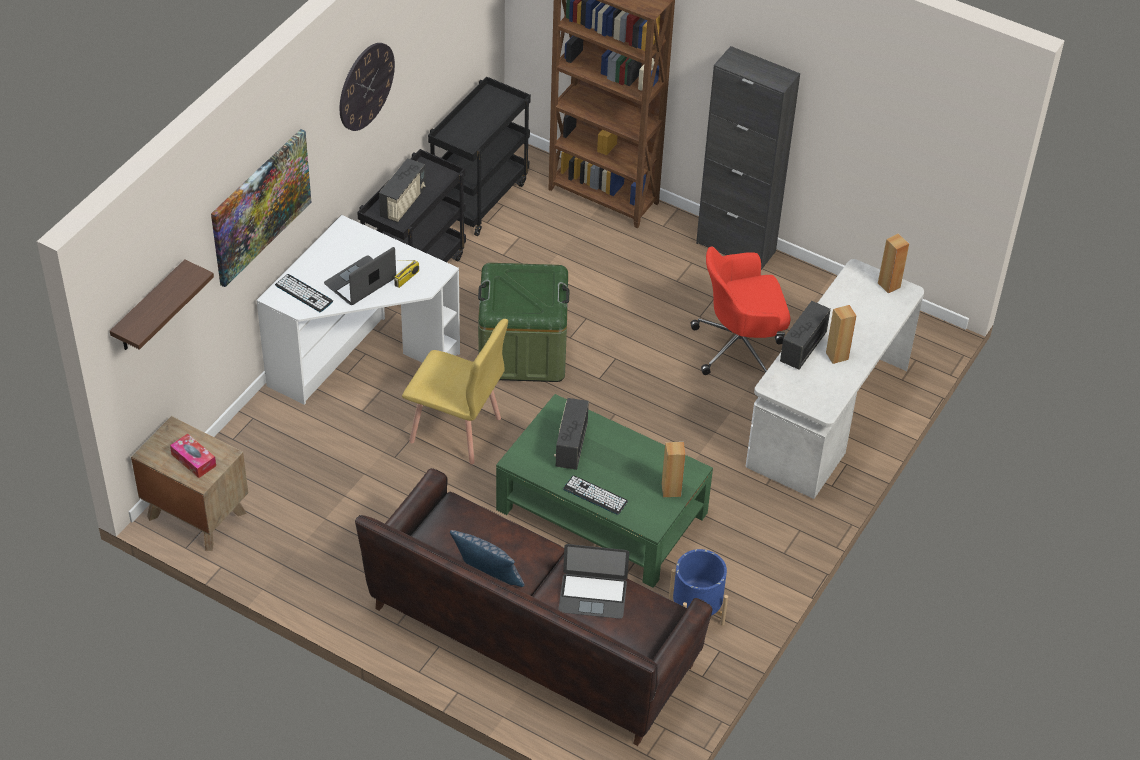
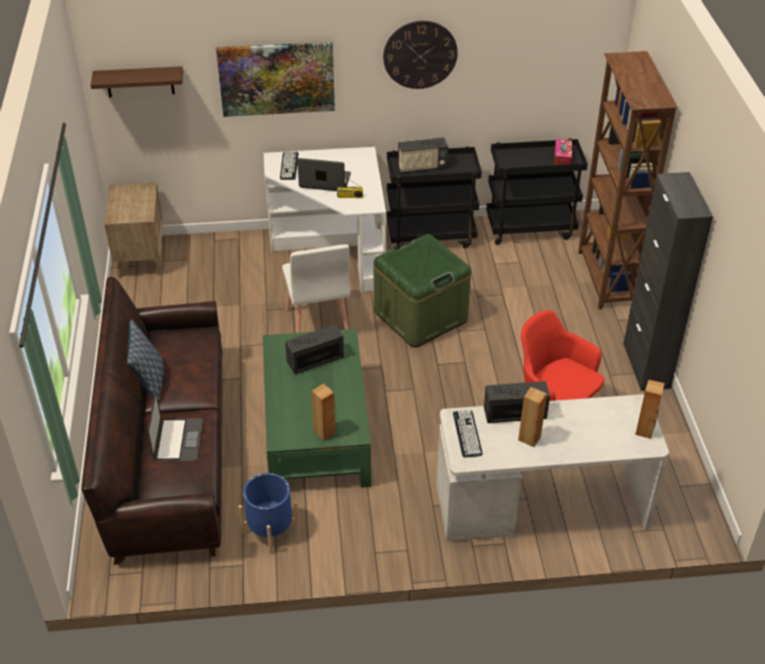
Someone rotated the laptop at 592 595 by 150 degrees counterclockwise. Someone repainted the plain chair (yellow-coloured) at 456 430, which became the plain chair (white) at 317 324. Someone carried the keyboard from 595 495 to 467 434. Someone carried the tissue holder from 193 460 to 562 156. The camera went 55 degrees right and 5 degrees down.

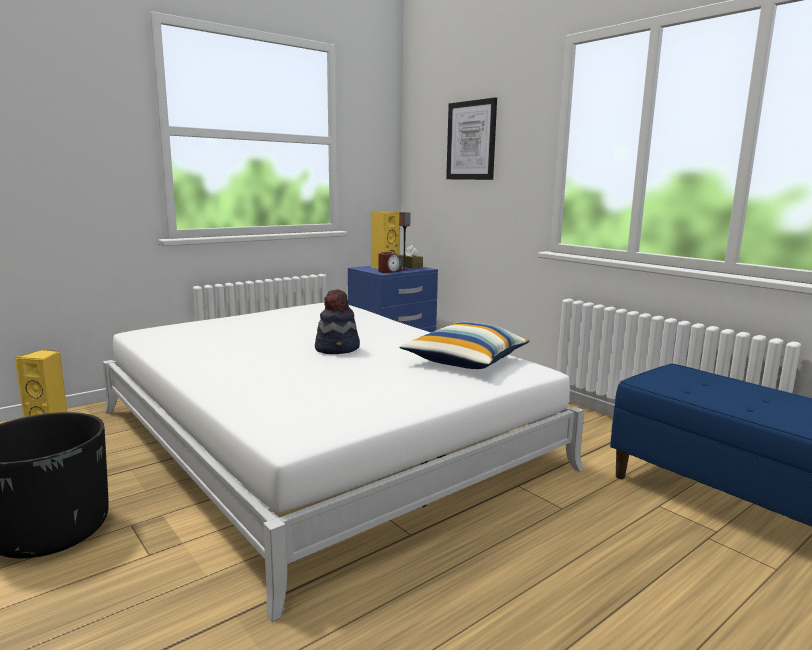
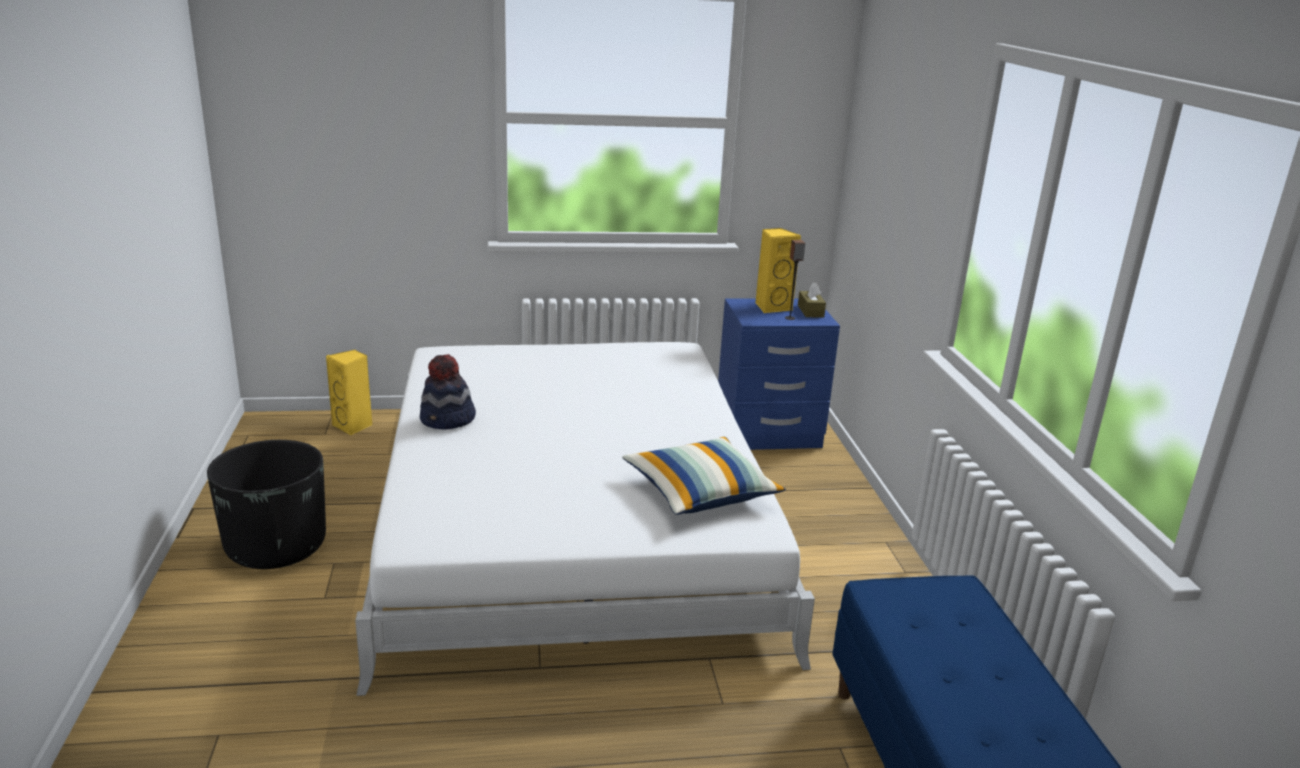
Someone carried the wearable hat from 338 349 to 447 420. Someone took away the alarm clock at 389 271. Someone took away the wall art at 471 140. The camera went 30 degrees right and 10 degrees up.

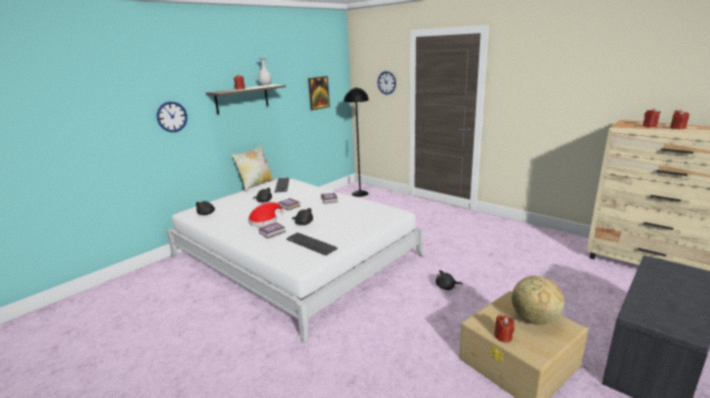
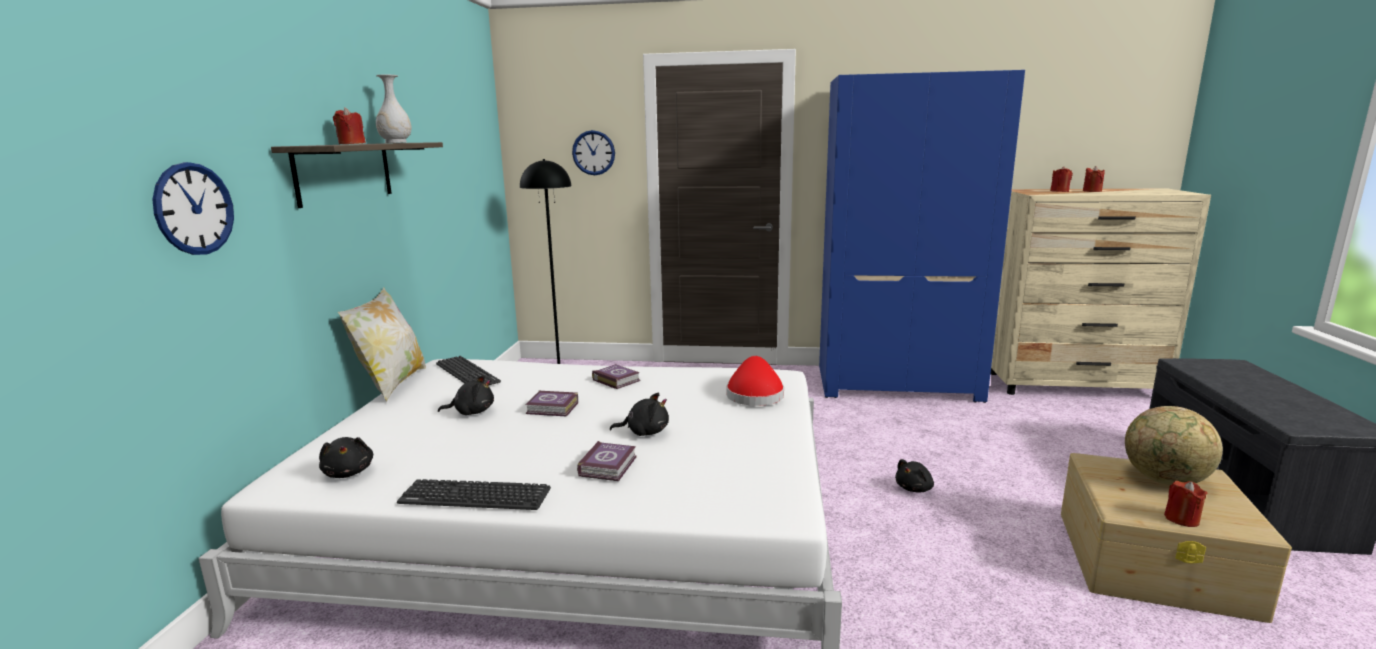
Someone carried the keyboard from 311 244 to 475 496. Someone carried the wearable hat (red) from 265 220 to 754 394. Someone put down the wardrobe (blue-coloured) at 898 383. Someone took away the wall art at 318 93. The camera went 35 degrees left and 5 degrees down.

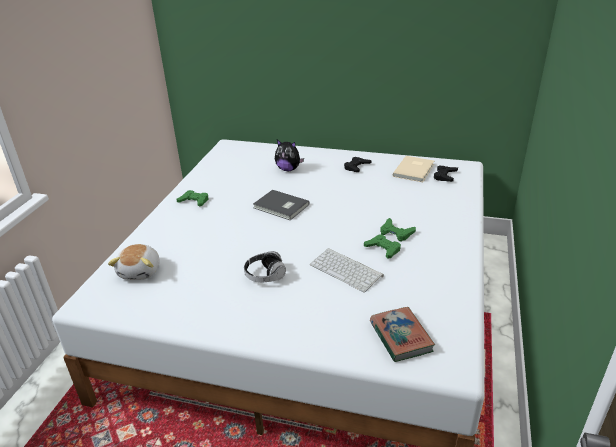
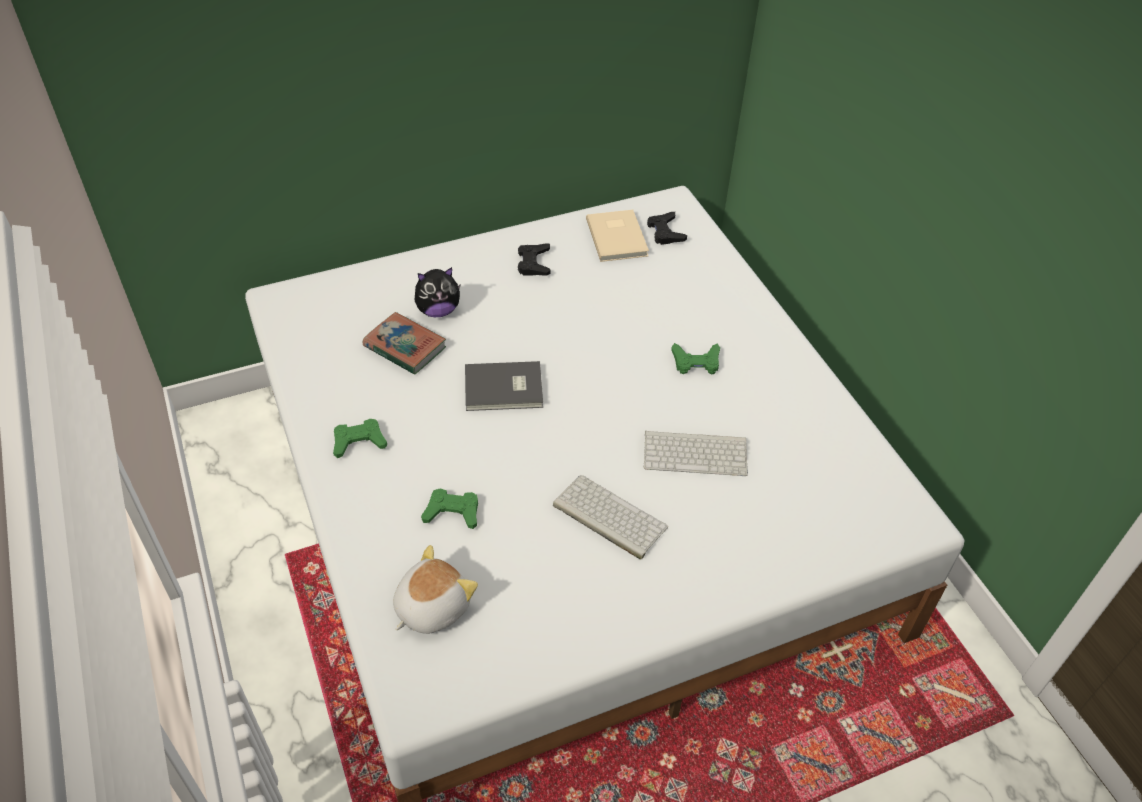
Someone carried the book from 400 337 to 405 347. Someone rotated the plush toy at 141 271 by 105 degrees counterclockwise. Someone carried the game controller (green) from 383 249 to 452 512. Someone swapped the pair of headphones at 265 275 for the keyboard at 607 517. The camera went 40 degrees left and 15 degrees up.

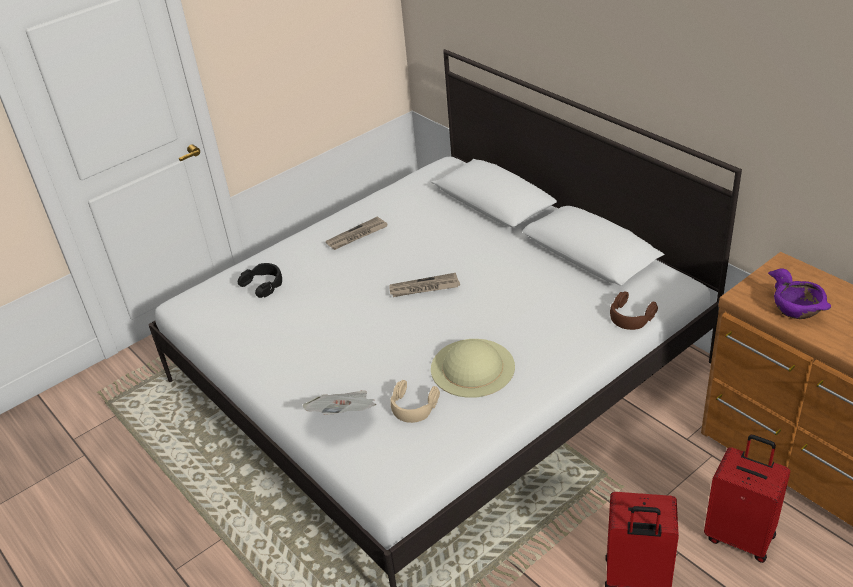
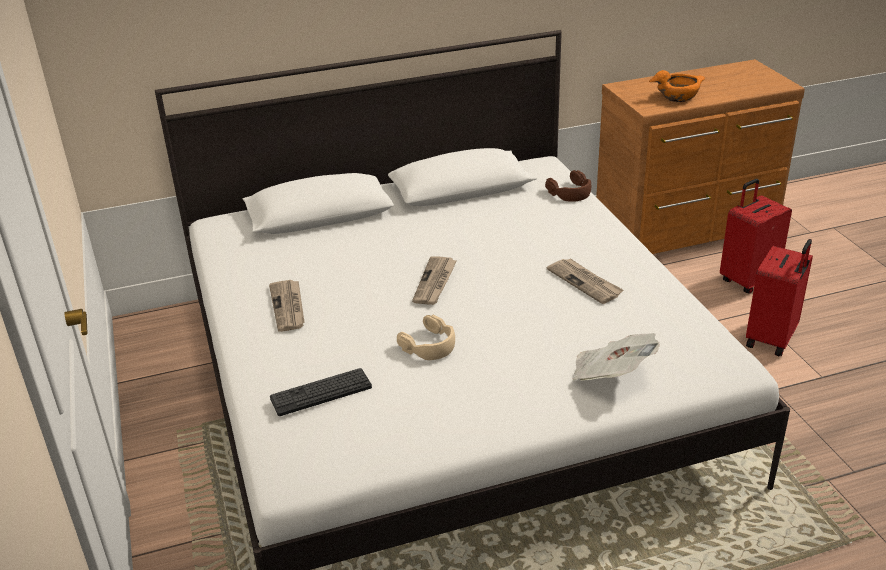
Someone swapped the pair of headphones (black) at 263 284 for the keyboard at 321 393. Someone carried the pair of headphones (beige-coloured) from 413 406 to 429 345. Someone swapped the wearable hat (beige-coloured) at 472 367 for the daily paper at 585 282. Someone repainted the bowl (purple-coloured) at 797 309, which became the bowl (orange) at 678 96. The camera went 70 degrees left and 5 degrees down.

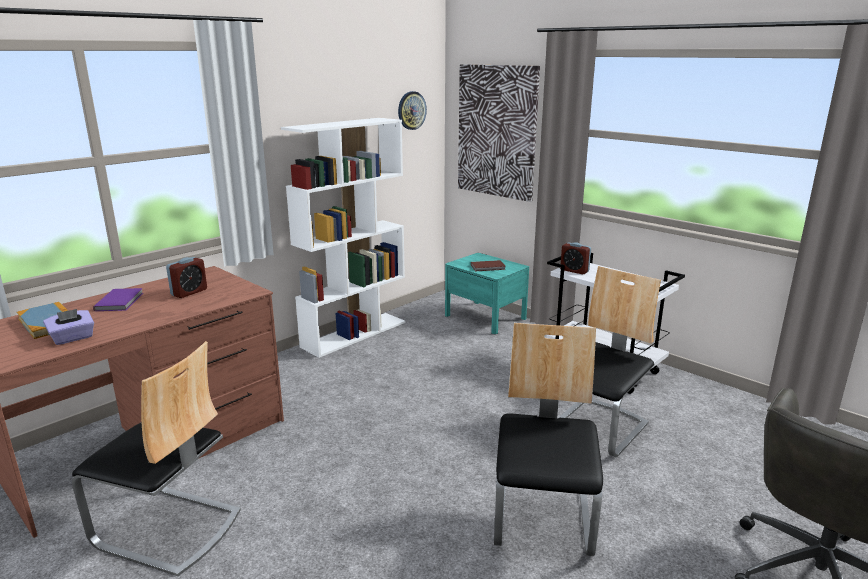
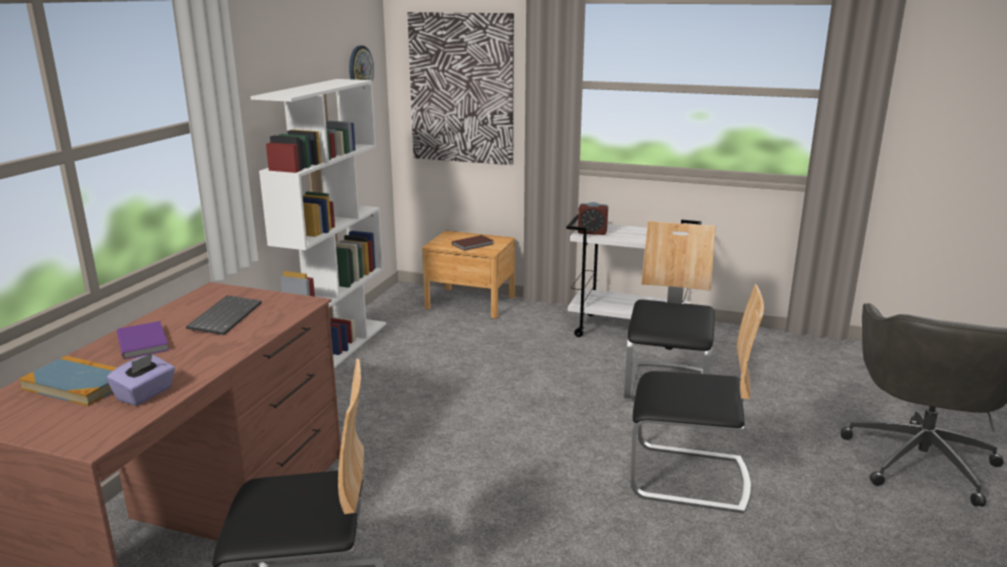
Someone swapped the alarm clock at 189 292 for the keyboard at 225 316. Someone repainted the bedside table (blue-green) at 485 317, which became the bedside table (brownish) at 470 303. Someone rotated the plain chair at 543 518 by 120 degrees clockwise. The camera went 25 degrees left and 0 degrees up.

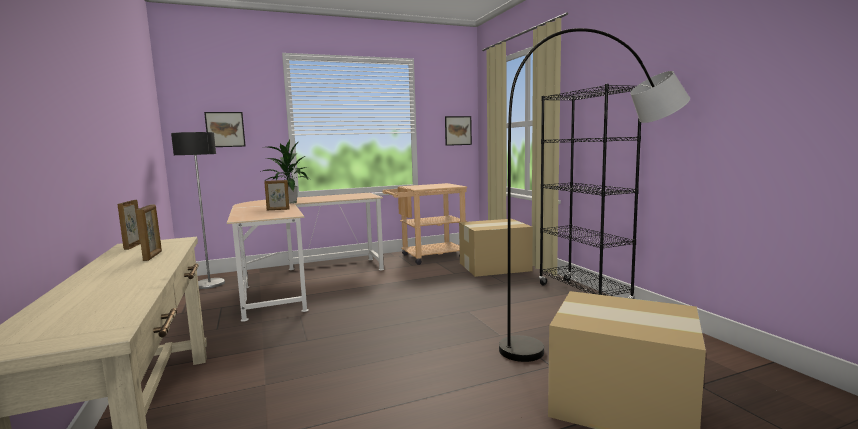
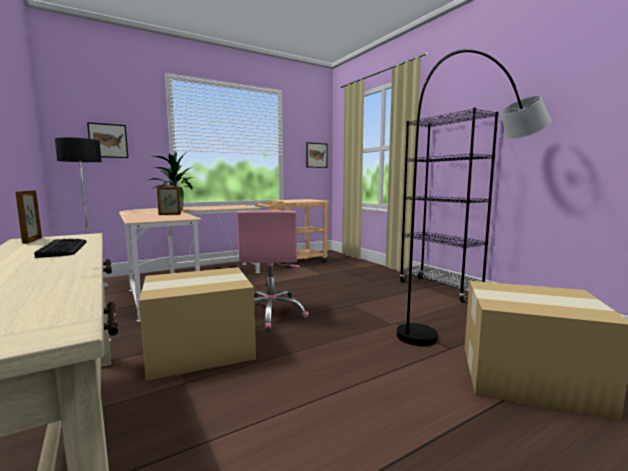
Someone swapped the standing frame at 153 256 for the keyboard at 63 248. Someone carried the cardboard box from 495 267 to 202 349. Someone put down the computer chair (pinkish) at 271 313. The camera went 10 degrees left and 0 degrees up.

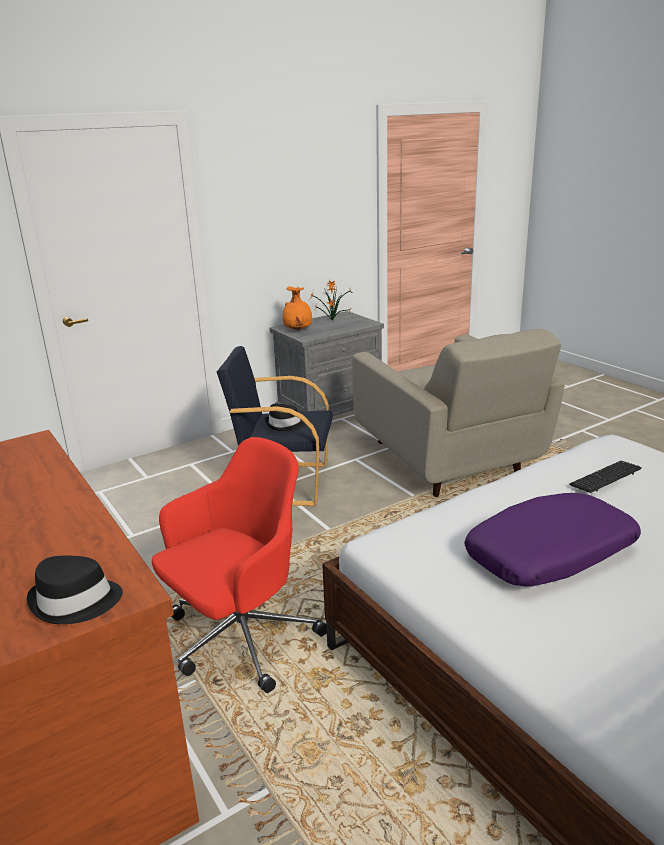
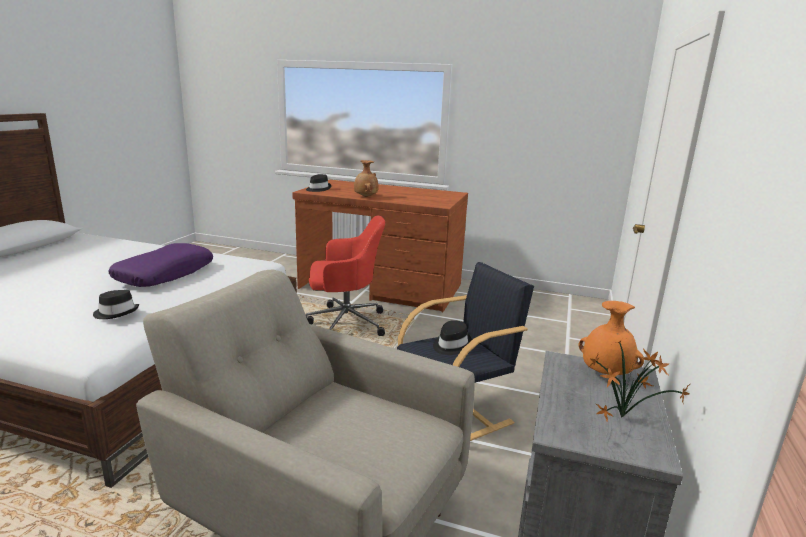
Someone swapped the keyboard at 605 478 for the wearable hat (black) at 116 312. Someone rotated the computer chair (red) at 240 638 by 105 degrees counterclockwise. Someone put down the flower vase (brownish) at 365 196. The camera went 140 degrees right and 5 degrees down.

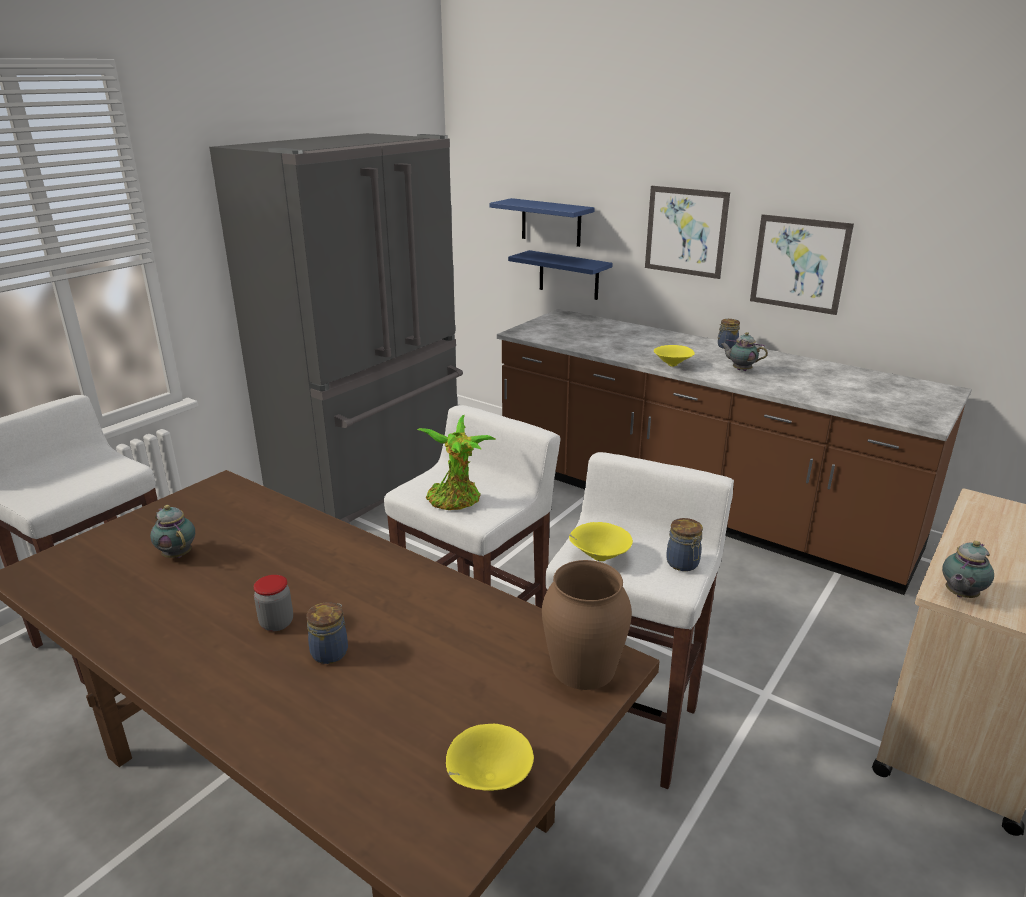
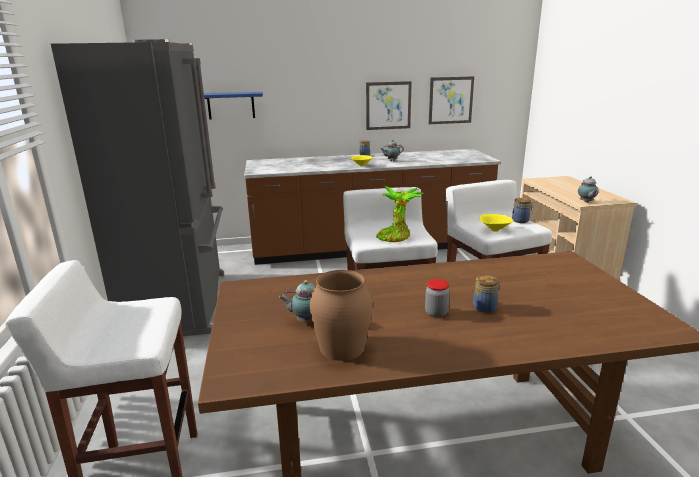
Someone carried the flower vase (brownish) from 583 667 to 342 347. Someone carried the wall art from 685 231 to 450 100. Someone took away the bowl (yellow-coloured) at 488 779. Someone took away the shelf (blue-coloured) at 568 275. The camera went 45 degrees left and 5 degrees down.

